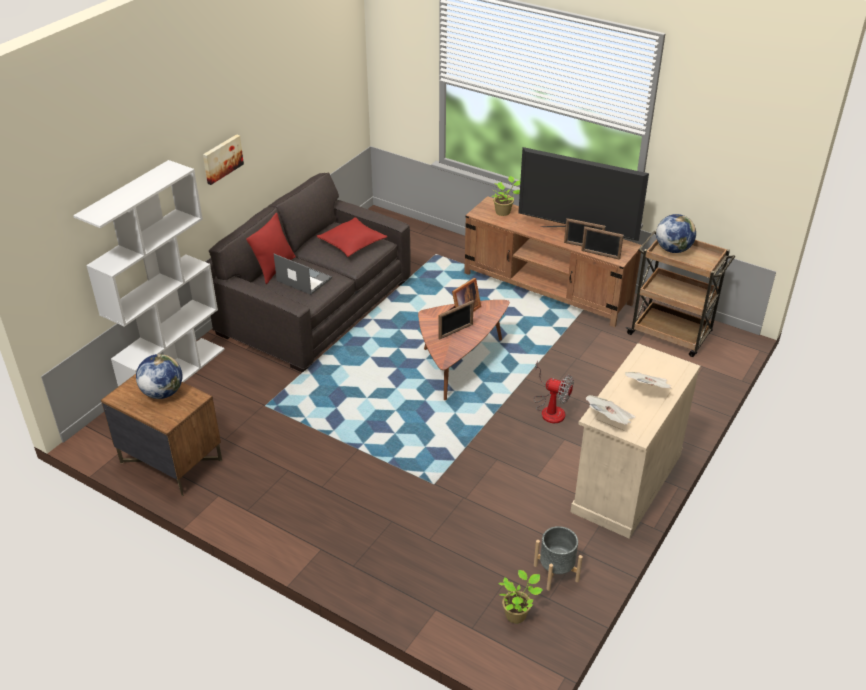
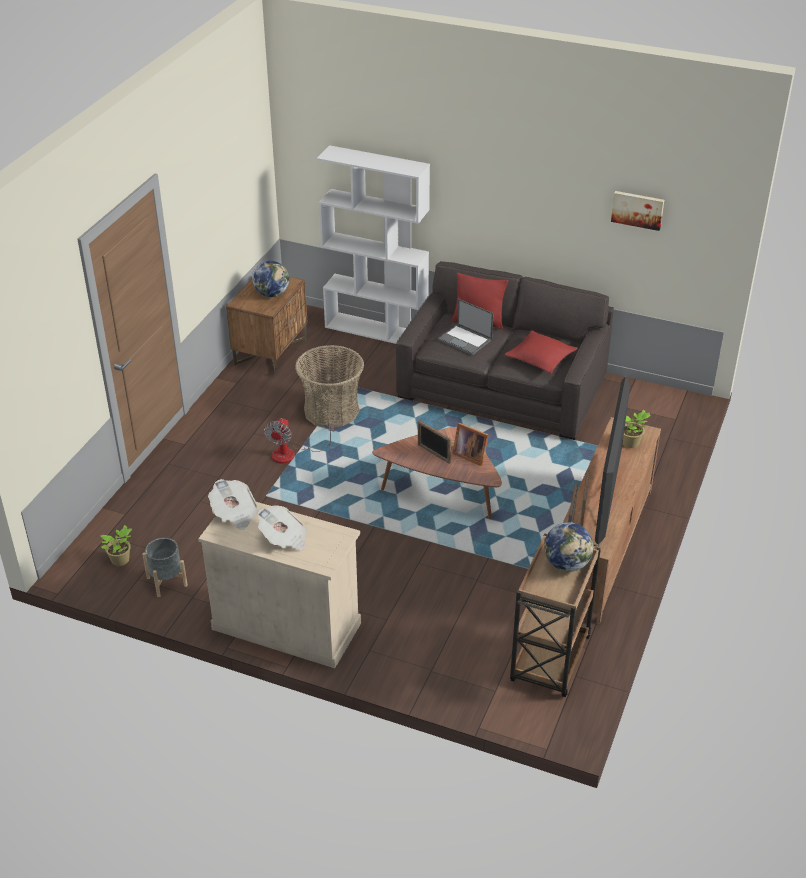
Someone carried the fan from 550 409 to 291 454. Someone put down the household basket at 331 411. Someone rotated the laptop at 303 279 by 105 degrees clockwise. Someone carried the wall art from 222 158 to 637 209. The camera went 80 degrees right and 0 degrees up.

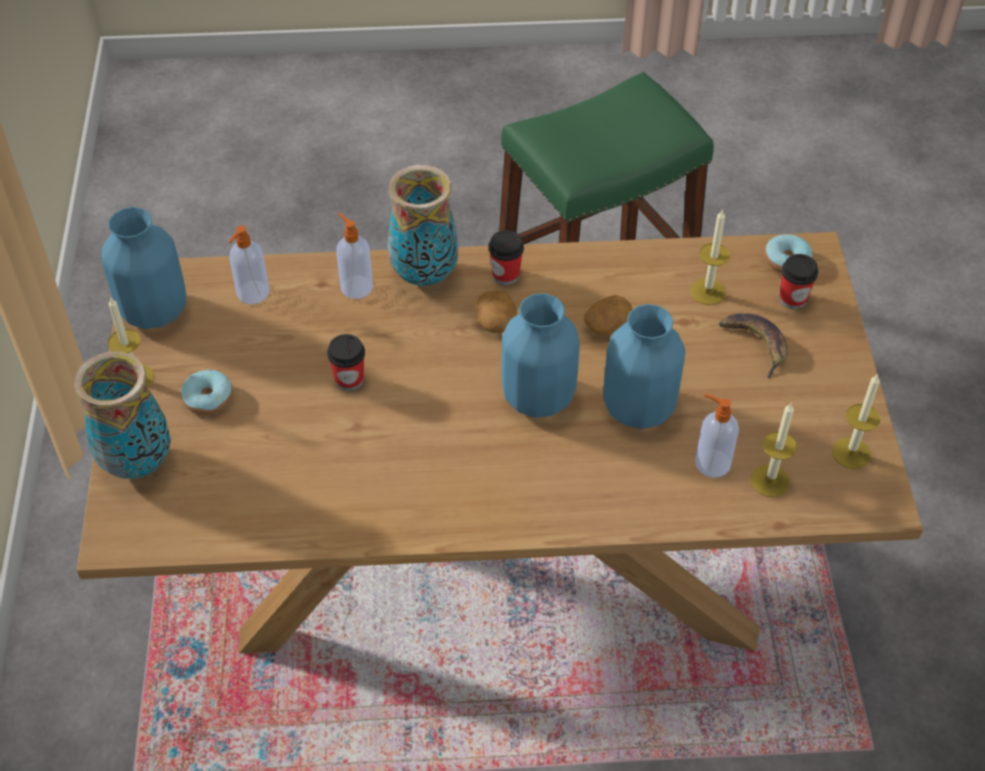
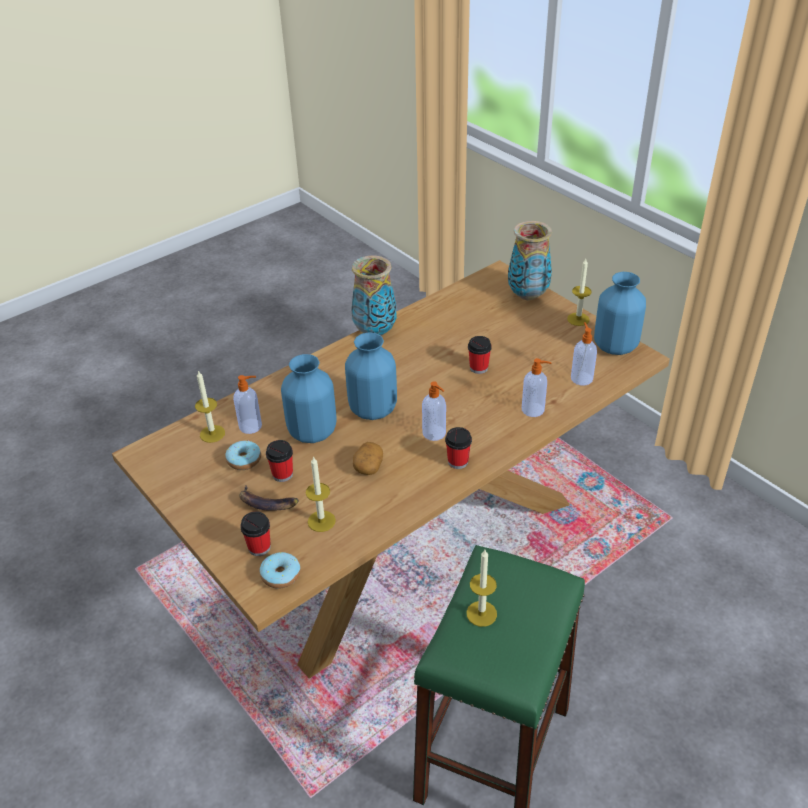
Someone carried the doughnut from 208 398 to 244 460. Someone put down the drinking cup at 282 474. Someone carried the flower vase from 425 274 to 375 332. Someone swapped the spud at 496 322 for the liquid soap bottle at 434 433. Someone carried the wax light from 851 453 to 481 613. The camera went 145 degrees right and 10 degrees down.

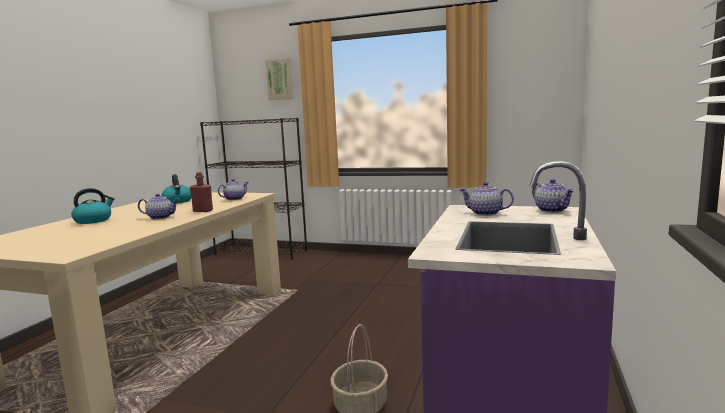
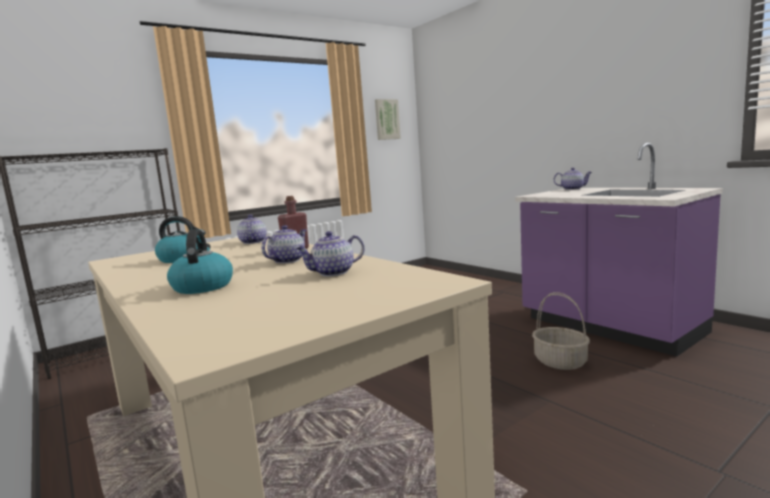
Someone carried the teapot from 485 213 to 333 273. Someone carried the wall art from 280 79 to 386 119. The camera went 55 degrees left and 0 degrees up.

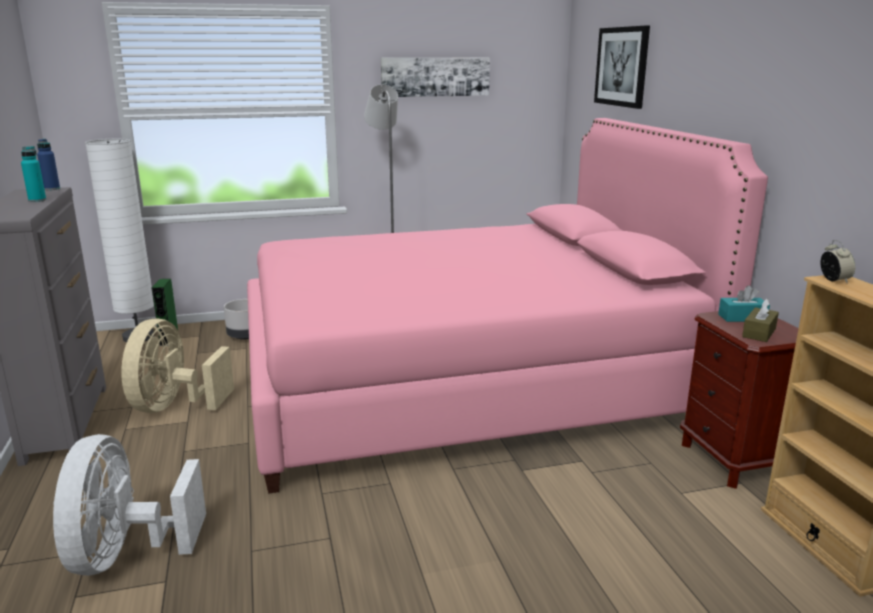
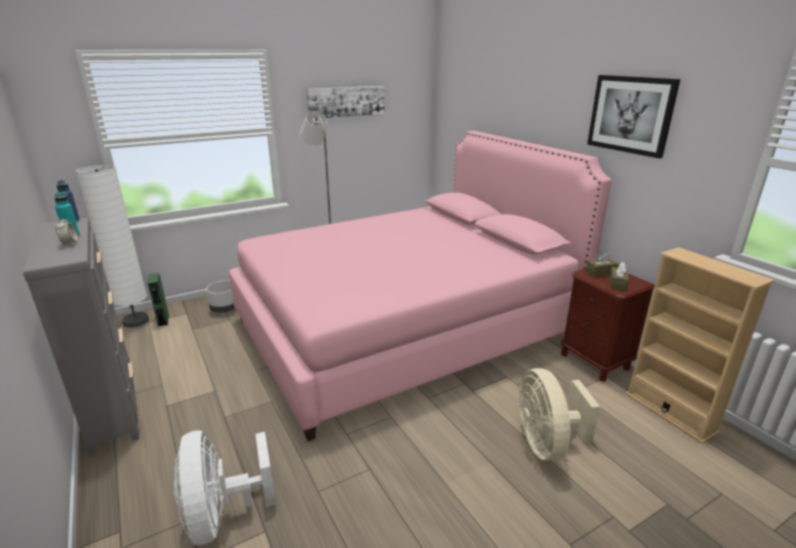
Someone carried the alarm clock from 834 280 to 70 243. Someone carried the fan (beige-coloured) from 174 406 to 546 443. Someone repainted the tissue holder (blue-green) at 742 318, which became the tissue holder (brownish) at 601 272. Someone carried the wall art from 622 66 to 630 114. The camera went 15 degrees left and 5 degrees up.

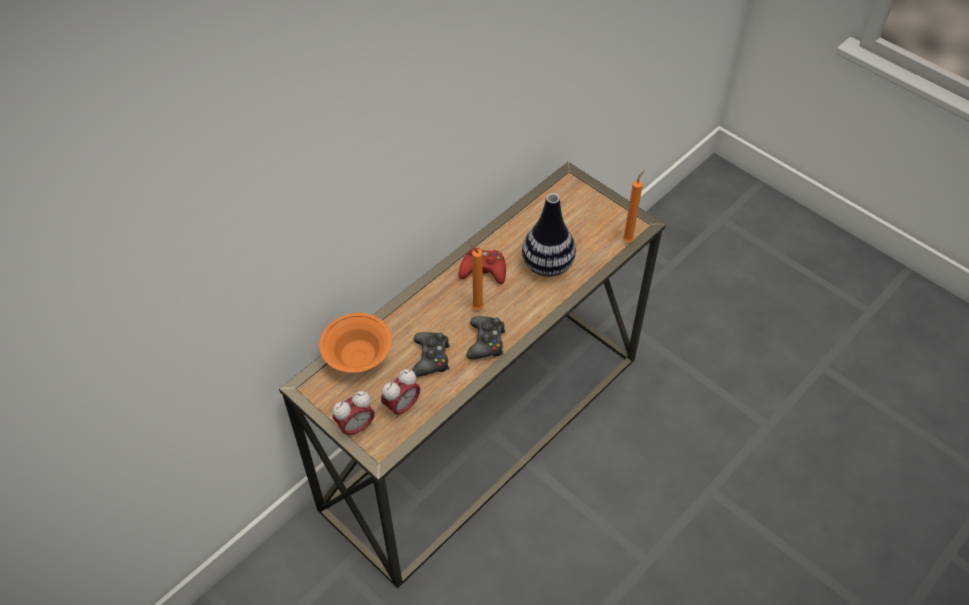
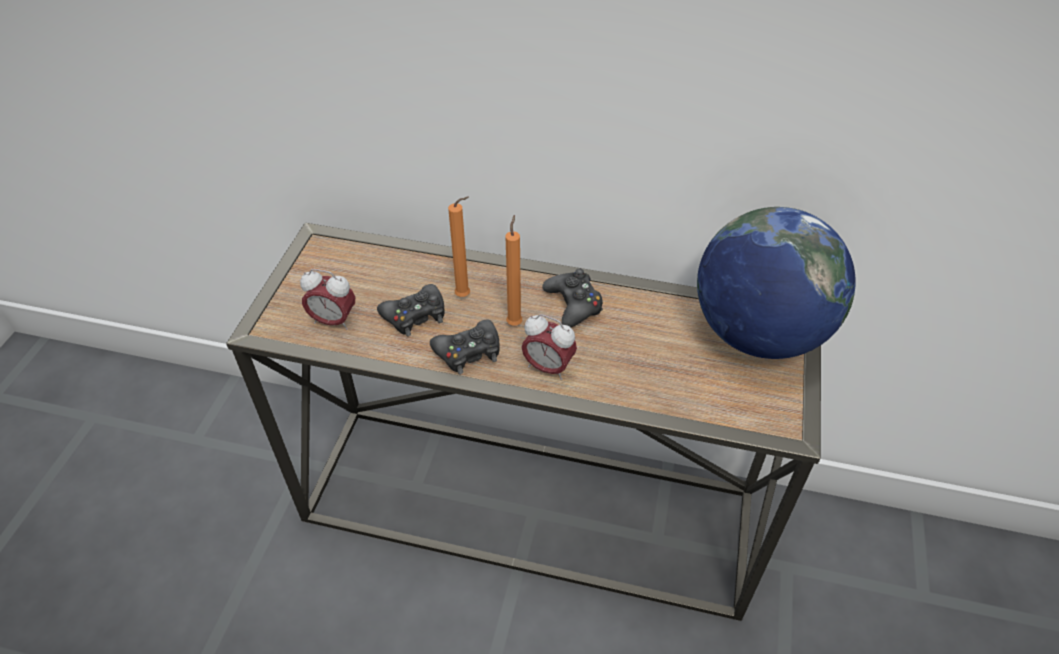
Someone carried the wax light (orange) from 628 240 to 465 296. Someone carried the alarm clock from 356 427 to 548 368. Someone repainted the game controller (red) at 483 270, which became the game controller (black) at 573 304. Someone put down the desk globe at 758 333. Someone took away the bowl (orange) at 358 357. Someone took away the flower vase at 547 265. The camera went 60 degrees right and 5 degrees down.

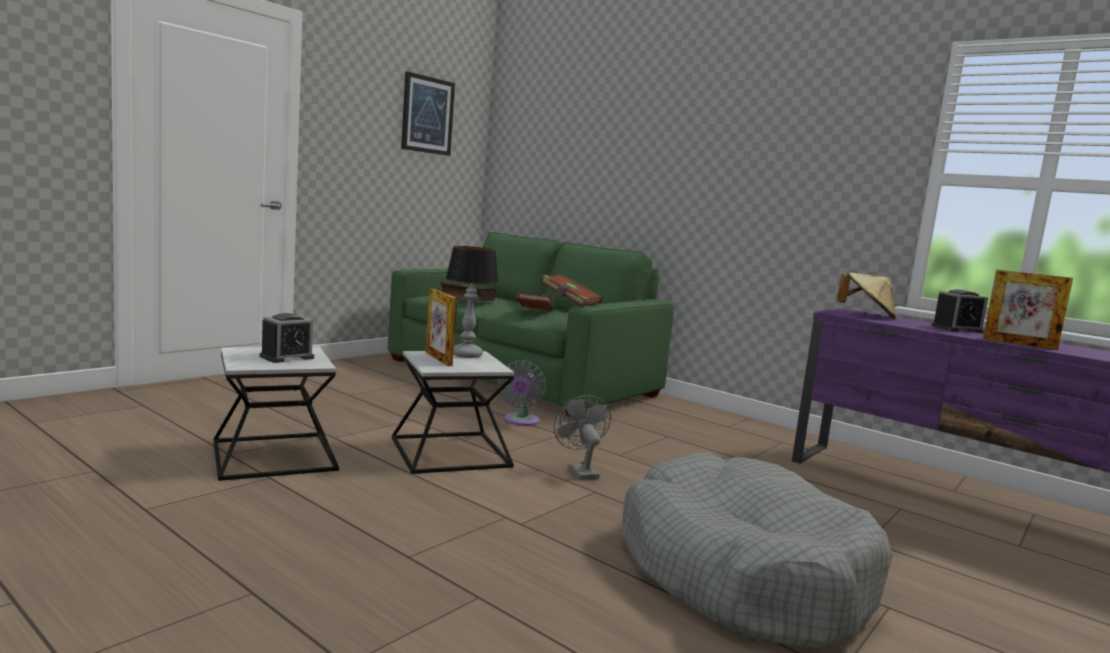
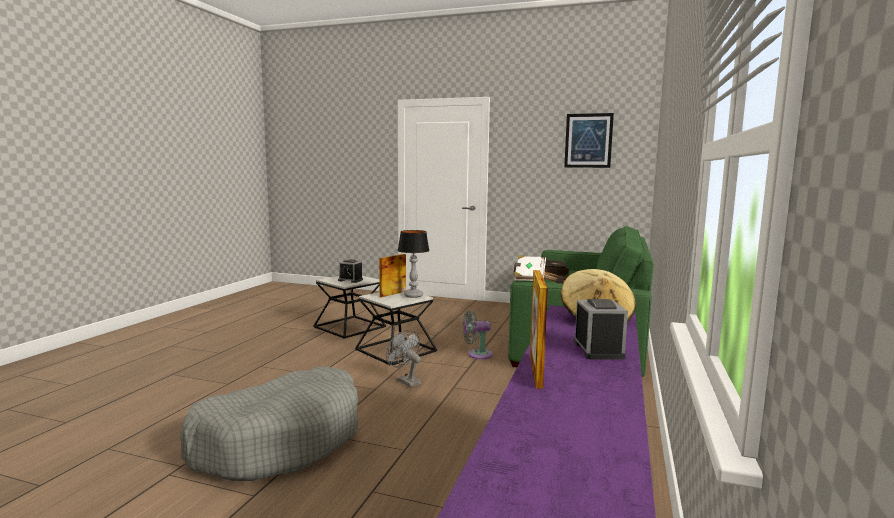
Someone rotated the fan (gray) at 579 471 by 90 degrees counterclockwise. Someone repainted the book (brownish) at 570 301, which became the book (white) at 529 277. Someone rotated the alarm clock at 956 329 by 150 degrees counterclockwise. The camera went 70 degrees right and 0 degrees up.

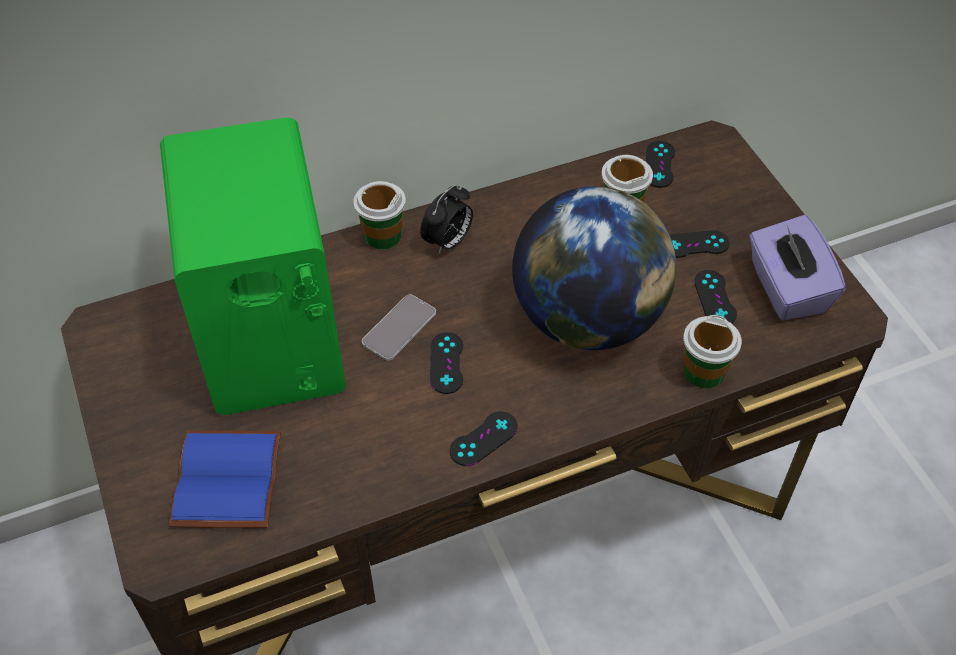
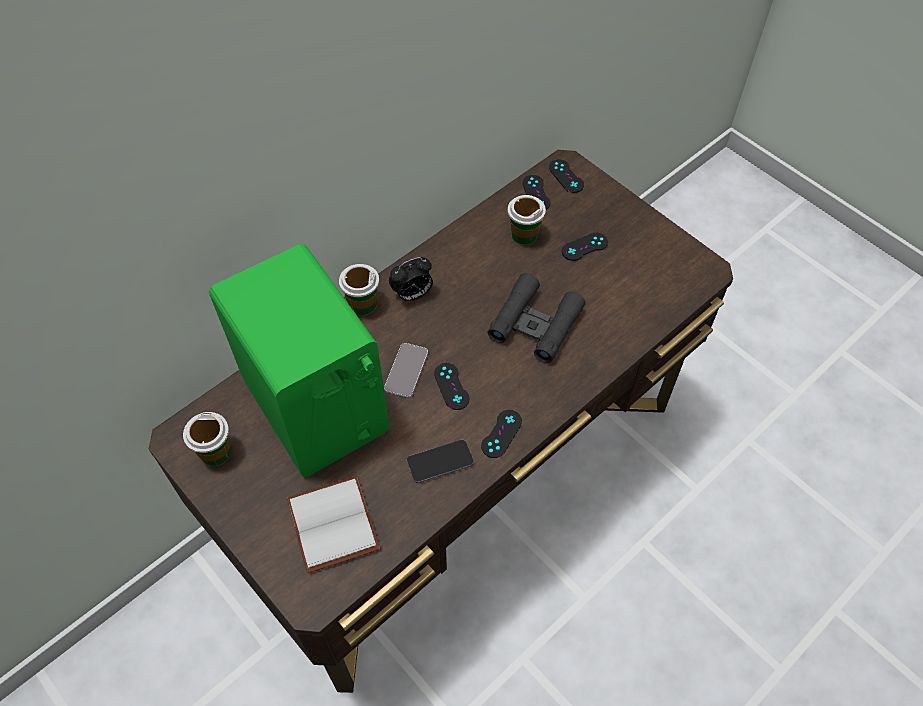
Someone carried the drinking cup from 703 372 to 216 452. Someone repainted the book (blue-coloured) at 230 482, which became the book (white) at 336 525. Someone rotated the alarm clock at 448 242 by 45 degrees clockwise. Someone put down the telephone at 440 462. Someone swapped the desk globe at 587 319 for the binoculars (black) at 535 324. Someone carried the game controller (black) from 715 298 to 566 176. Someone took away the tissue holder (purple-coloured) at 786 289. The camera went 20 degrees left and 5 degrees up.

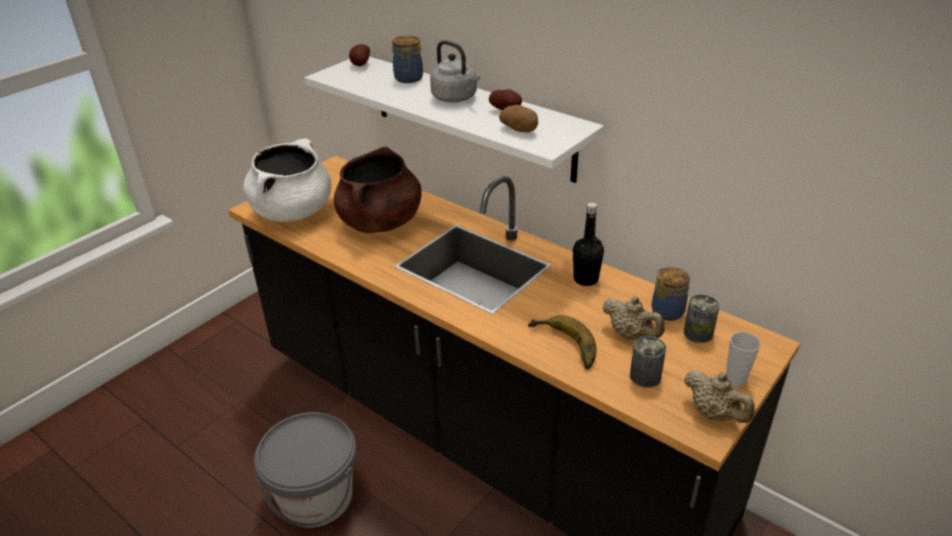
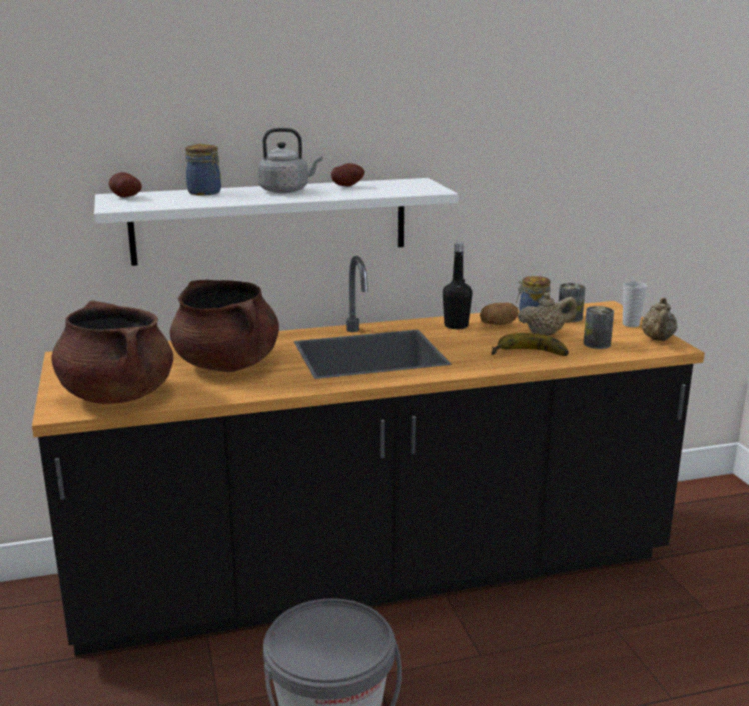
Someone repainted the saucepot (white) at 293 211, which became the saucepot (brownish) at 116 395. Someone carried the spud from 520 129 to 498 324. Someone rotated the teapot (beige-coloured) at 714 414 by 105 degrees clockwise. The camera went 55 degrees left and 15 degrees down.

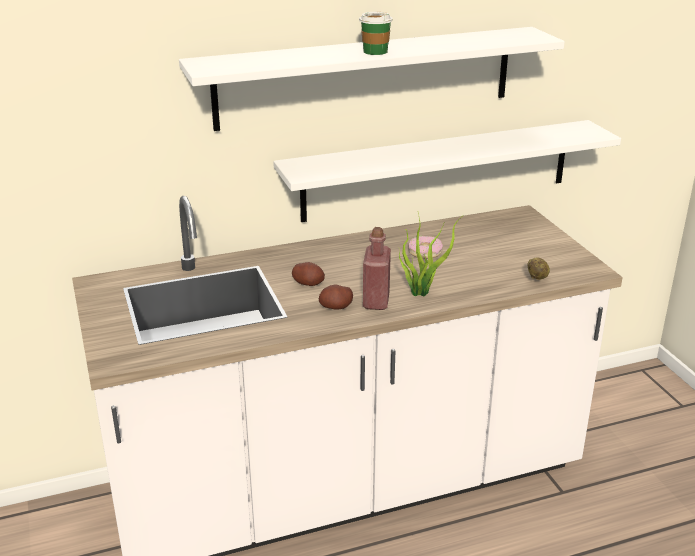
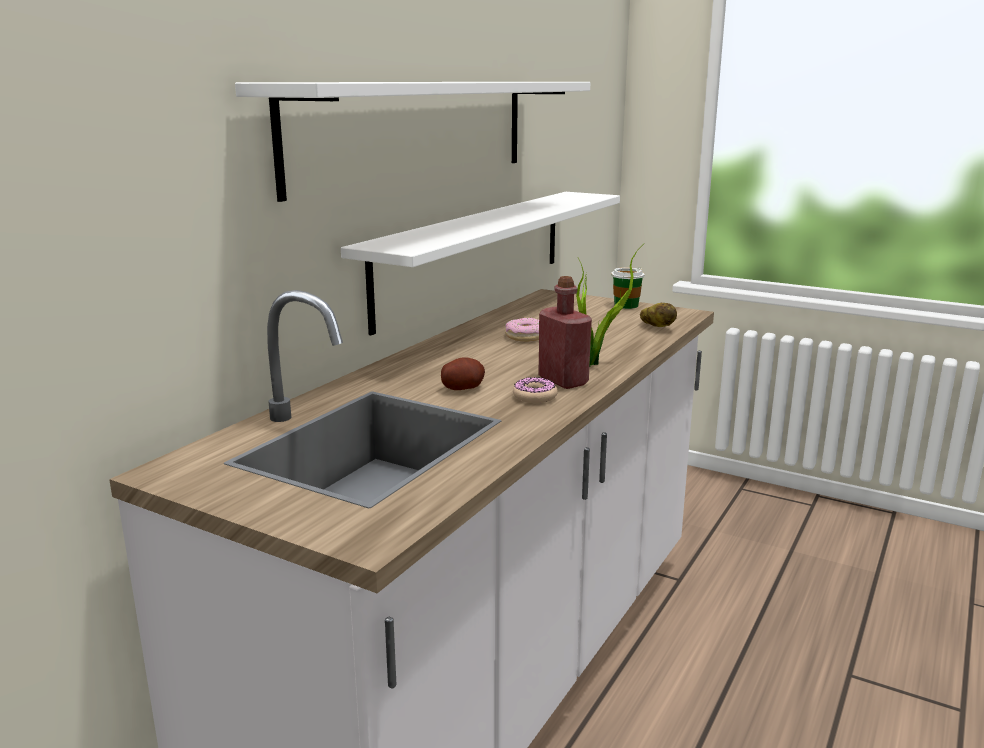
Someone swapped the spud at 336 307 for the doughnut at 535 397. Someone carried the drinking cup from 375 51 to 626 305. The camera went 40 degrees left and 10 degrees down.

